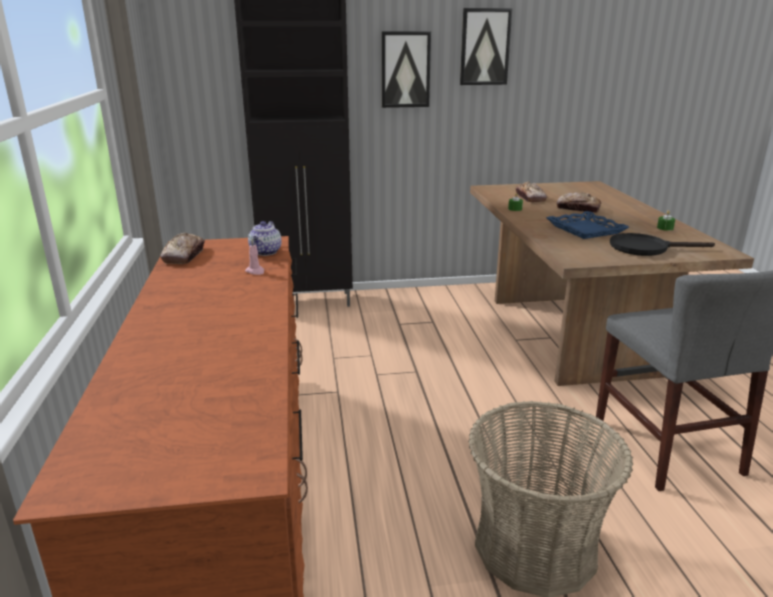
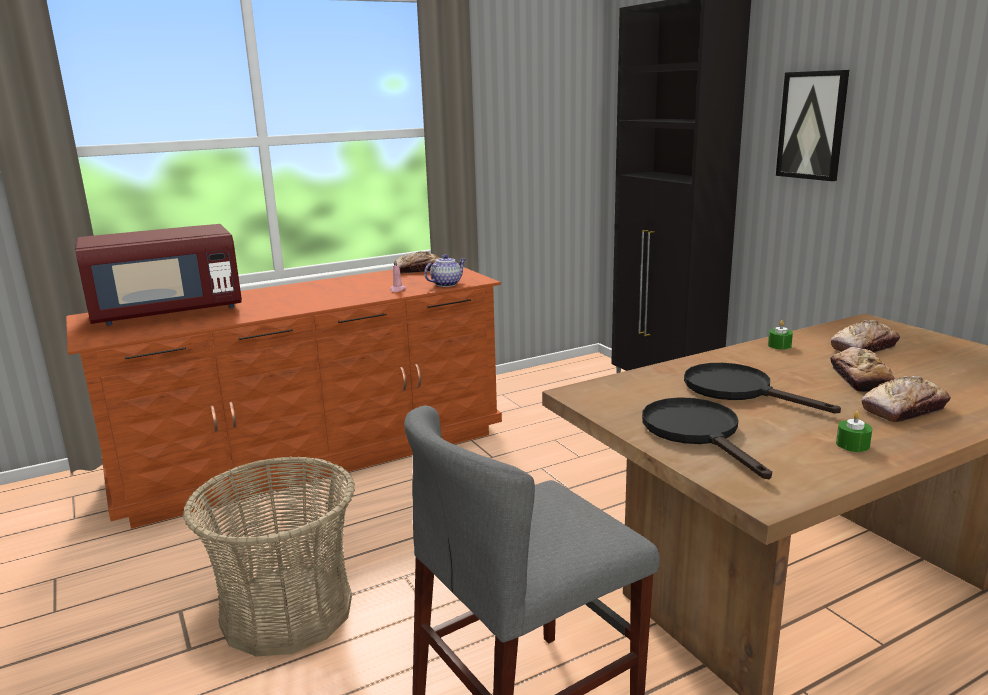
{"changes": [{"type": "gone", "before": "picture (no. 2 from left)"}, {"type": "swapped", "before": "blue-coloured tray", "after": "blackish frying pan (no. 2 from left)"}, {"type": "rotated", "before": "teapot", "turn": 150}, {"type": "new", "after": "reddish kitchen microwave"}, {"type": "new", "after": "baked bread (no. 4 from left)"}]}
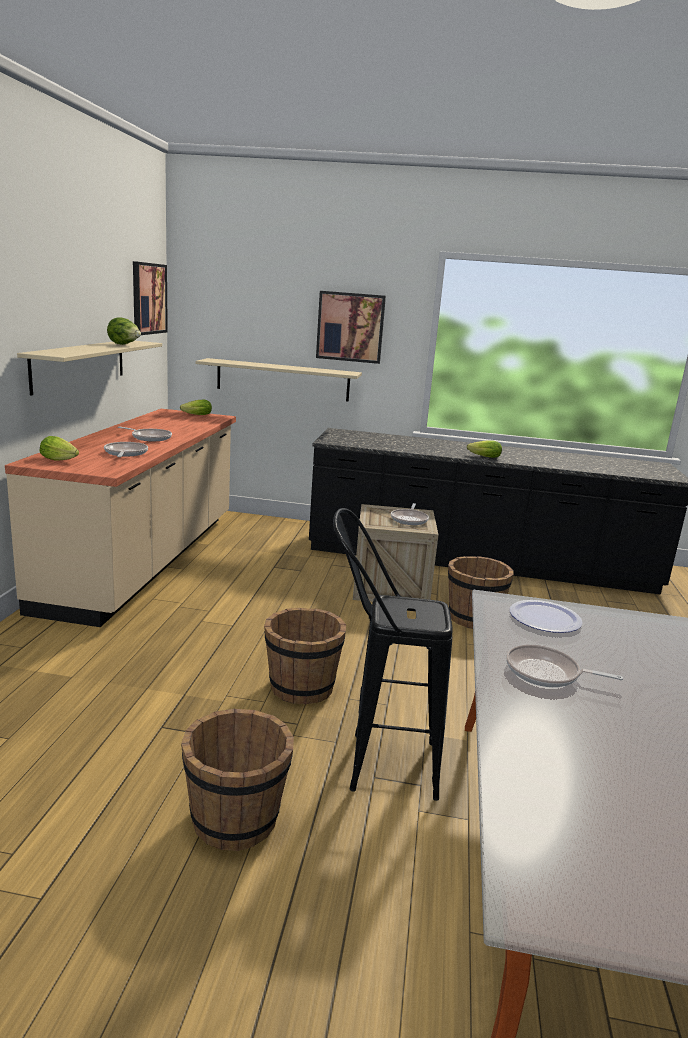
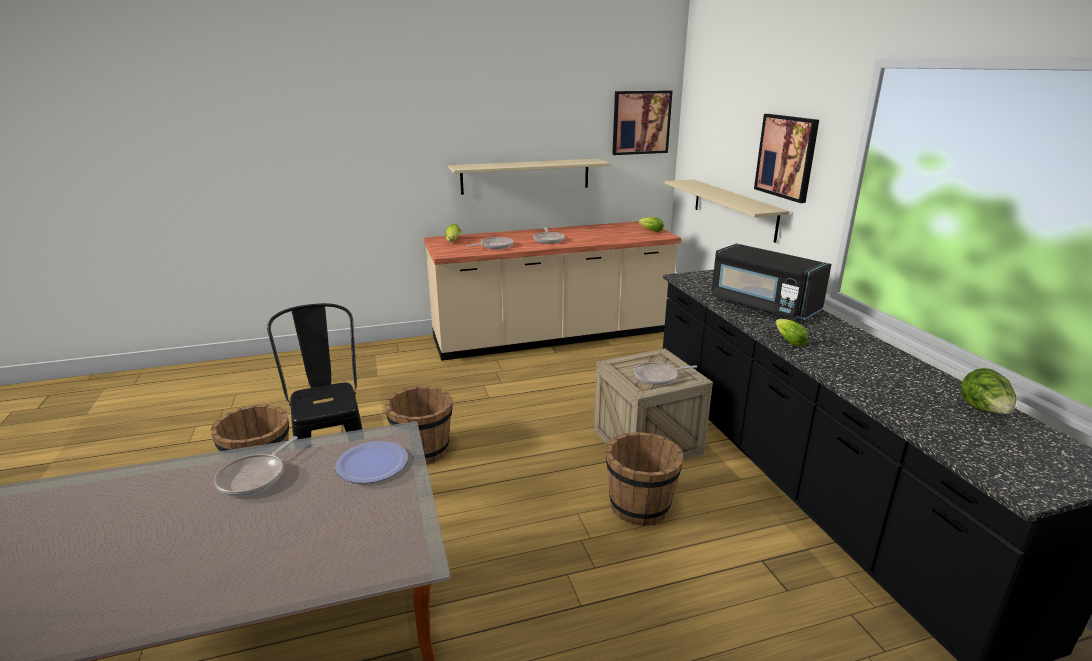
{"changes": [{"type": "shifted", "before": "lettuce head (no. 2 from left in the first image)", "after": "lettuce head (no. 4 from left)"}, {"type": "rotated", "before": "frying pan (no. 4 from left in the first image)", "turn": -150}, {"type": "new", "after": "blackish kitchen microwave"}]}
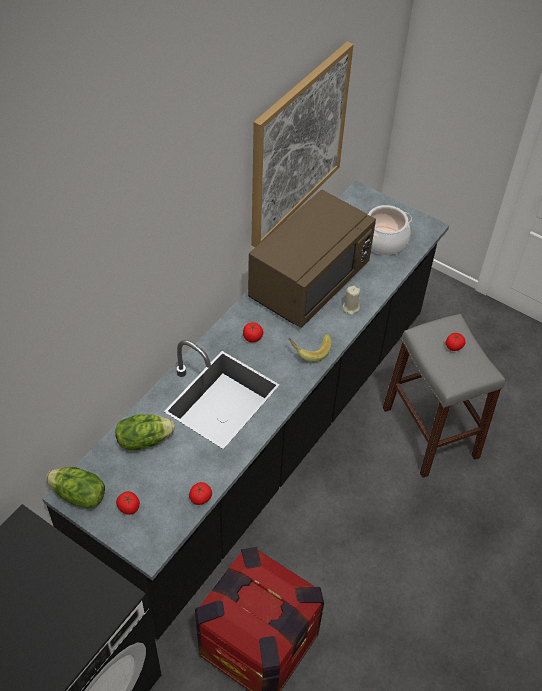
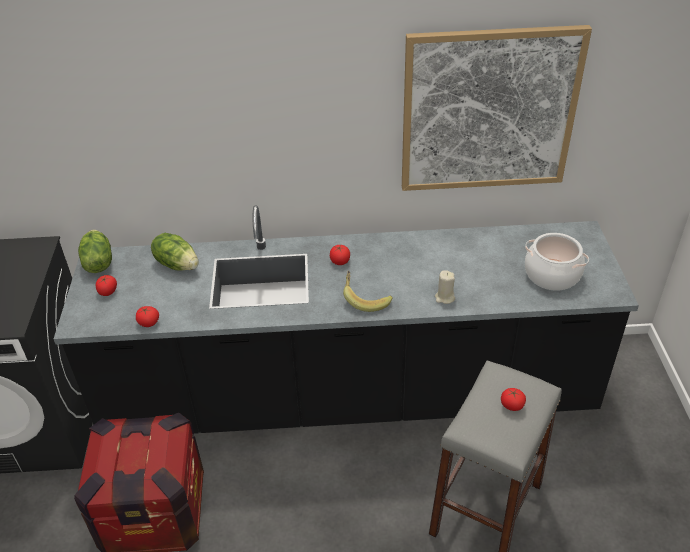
{"changes": [{"type": "gone", "before": "brown kitchen microwave"}]}
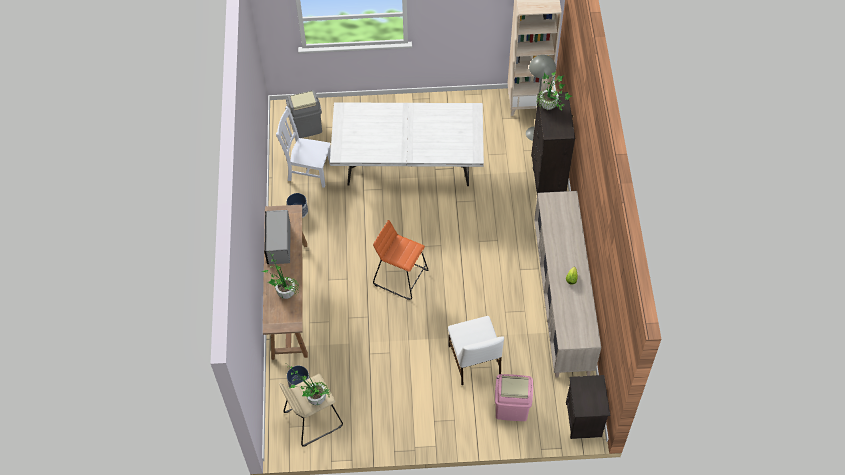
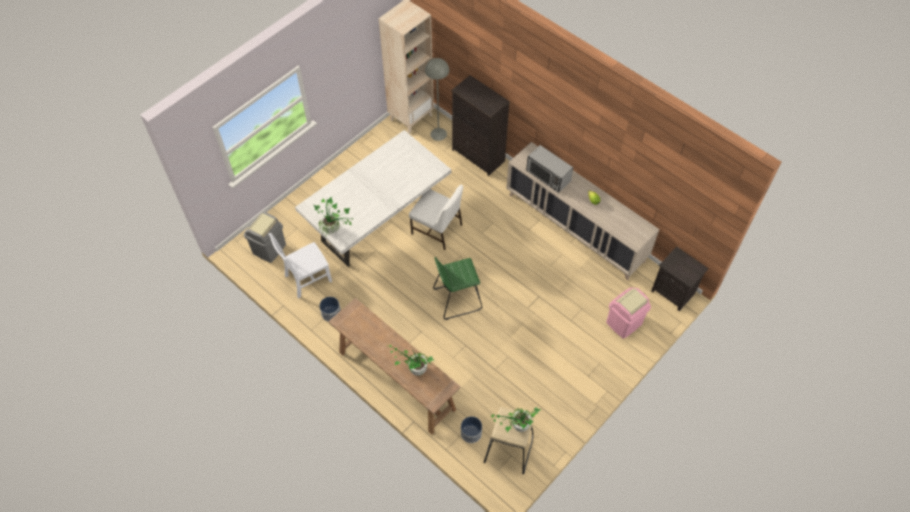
{"changes": [{"type": "shifted", "before": "potted plant (no. 3 from left in the first image)", "after": "potted plant (no. 1 from left)"}, {"type": "shifted", "before": "kitchen microwave"}, {"type": "repainted", "before": "orangey stool", "after": "green stool"}, {"type": "shifted", "before": "whitish chair (no. 2 from left)"}]}
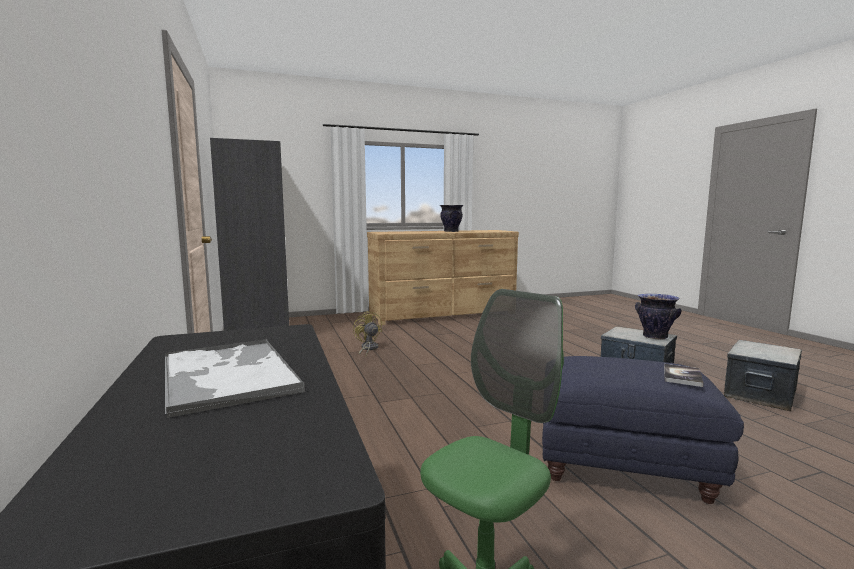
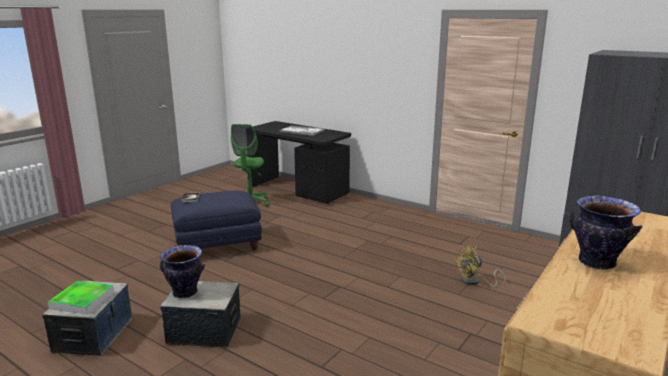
{"changes": [{"type": "rotated", "before": "yellow-coloured cooling fan", "turn": 135}, {"type": "new", "after": "tray (no. 1 from left)"}]}
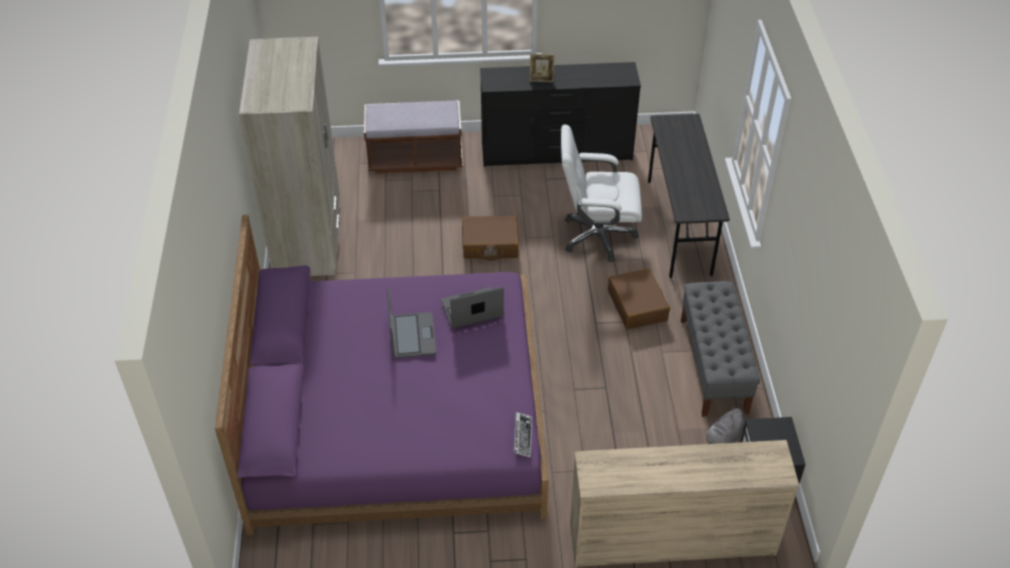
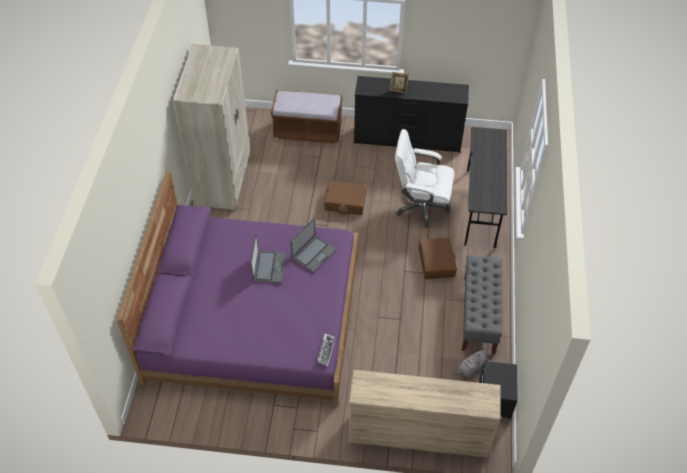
{"changes": [{"type": "rotated", "before": "laptop (no. 2 from left)", "turn": 135}]}
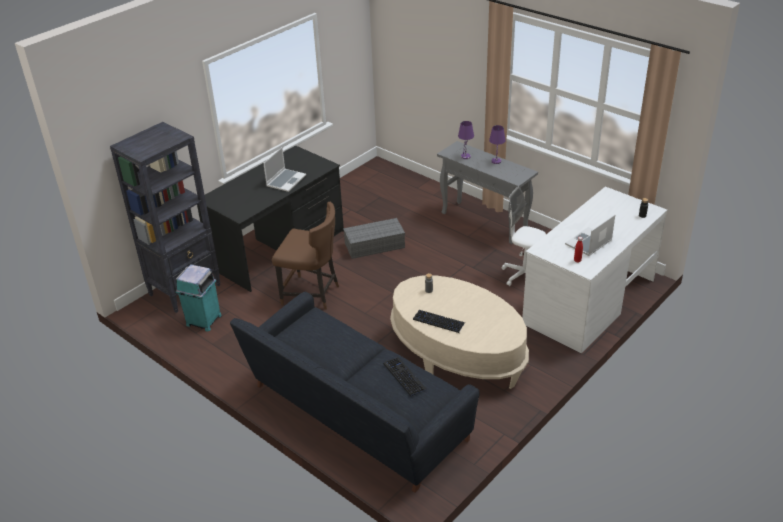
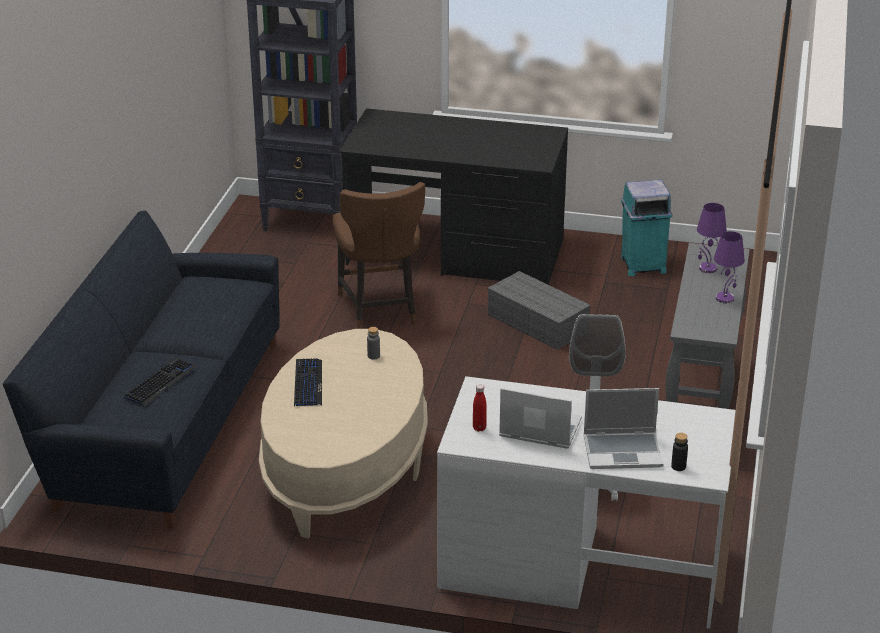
{"changes": [{"type": "shifted", "before": "laptop (no. 1 from left in the first image)", "after": "laptop (no. 2 from left)"}, {"type": "shifted", "before": "blue-green rubbish bin"}]}
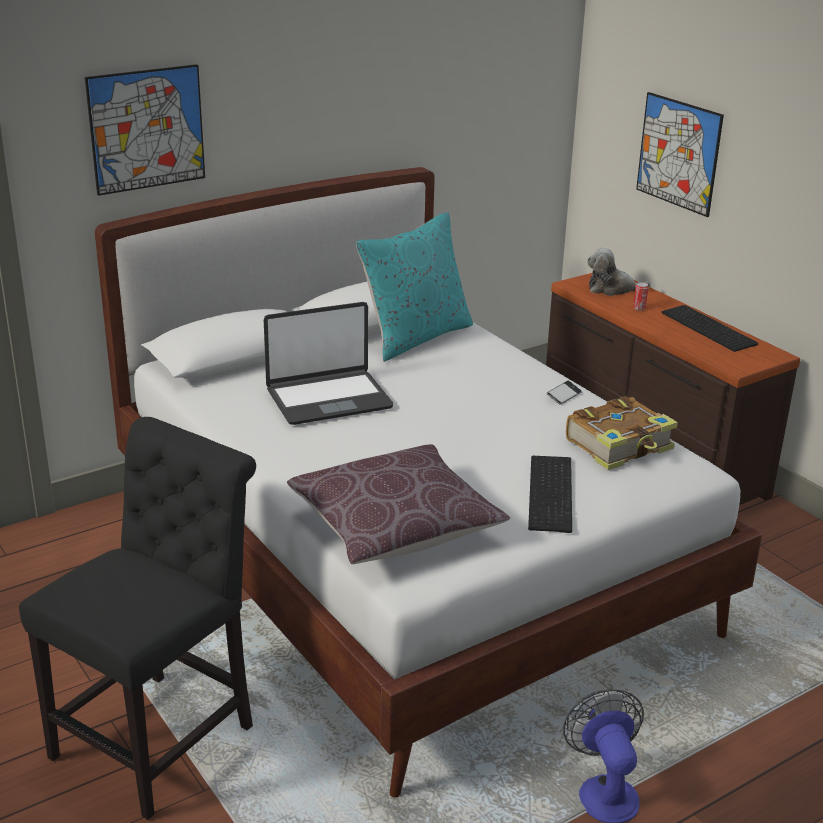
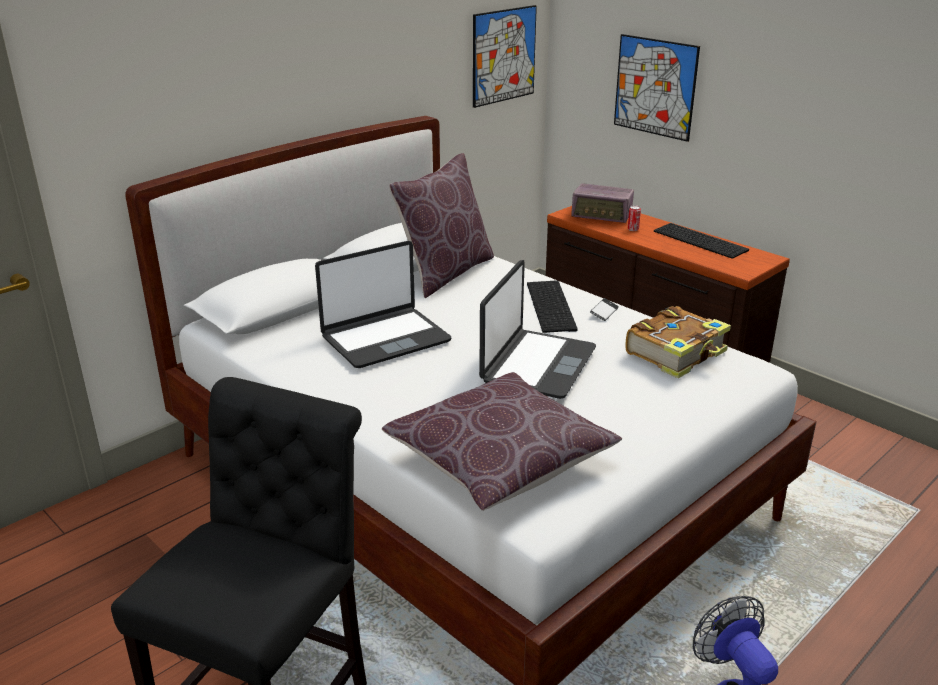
{"changes": [{"type": "shifted", "before": "picture (no. 1 from left)"}, {"type": "repainted", "before": "blue-green pillow", "after": "brown pillow (no. 1 from left)"}, {"type": "swapped", "before": "soft toy", "after": "radio"}, {"type": "shifted", "before": "computer keyboard (no. 1 from left)"}, {"type": "new", "after": "laptop (no. 2 from left)"}]}
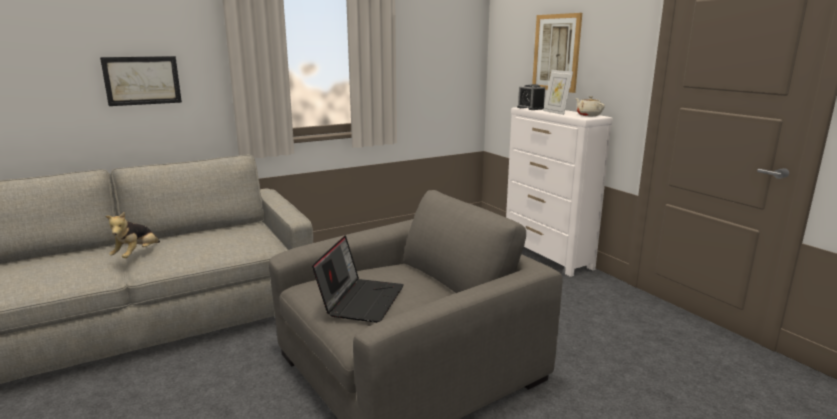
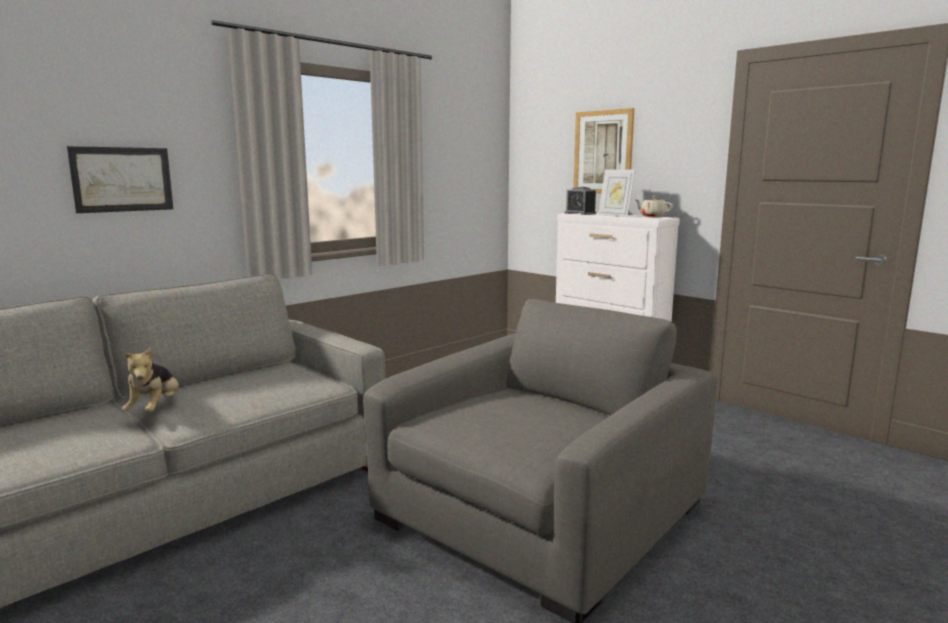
{"changes": [{"type": "gone", "before": "laptop"}]}
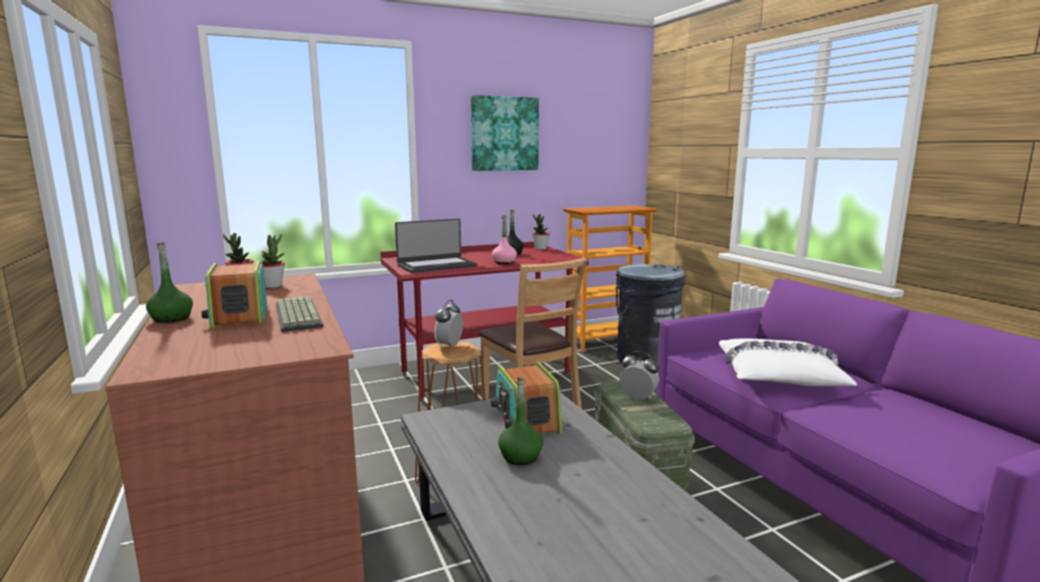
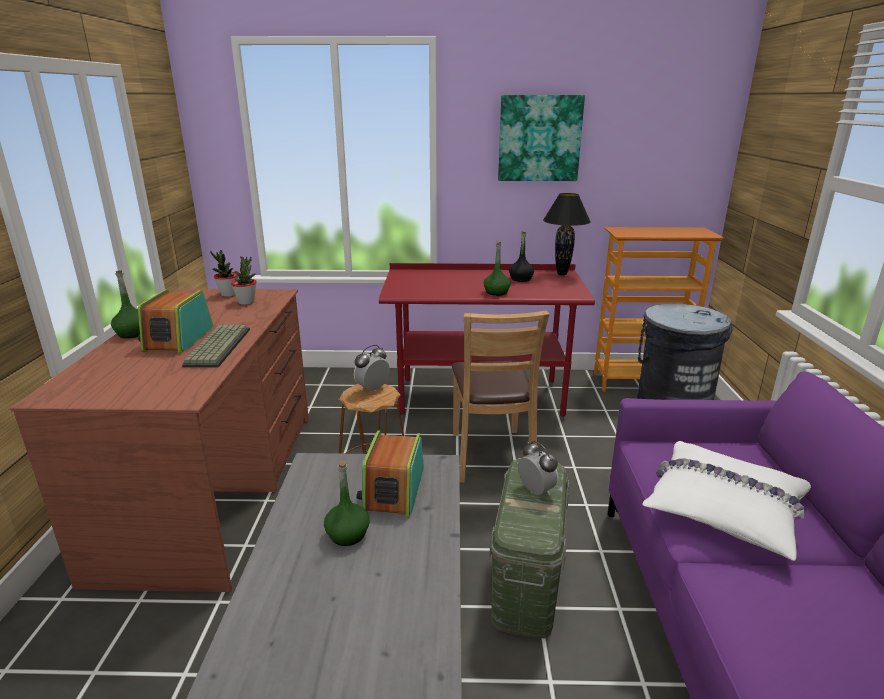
{"changes": [{"type": "swapped", "before": "potted plant (no. 3 from left)", "after": "blackish tabletop lamp"}, {"type": "repainted", "before": "pinkish bottle", "after": "green bottle (no. 3 from left)"}, {"type": "gone", "before": "laptop"}]}
